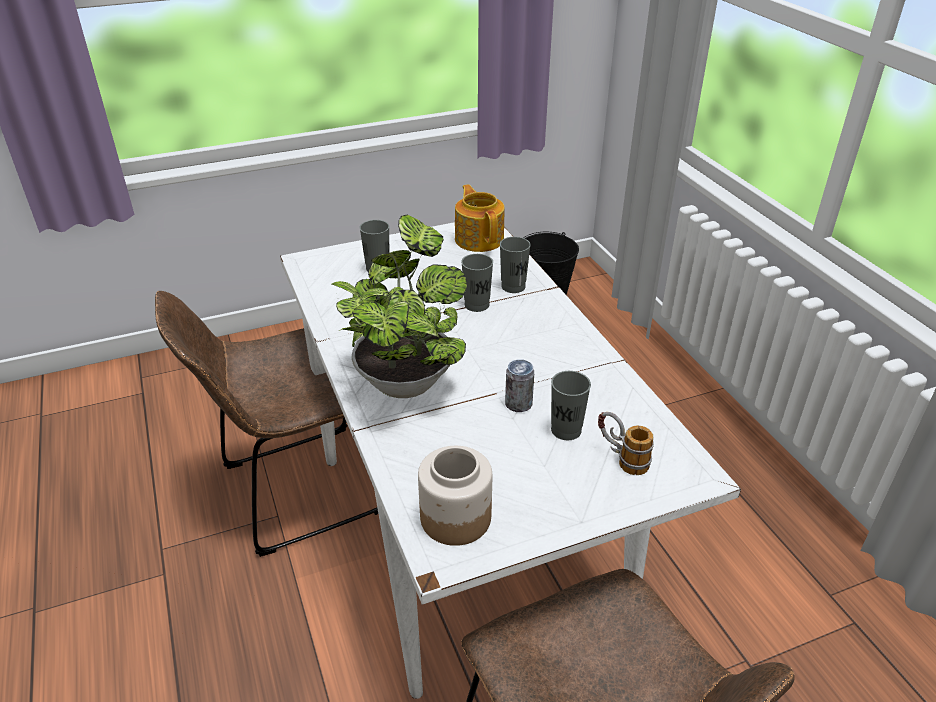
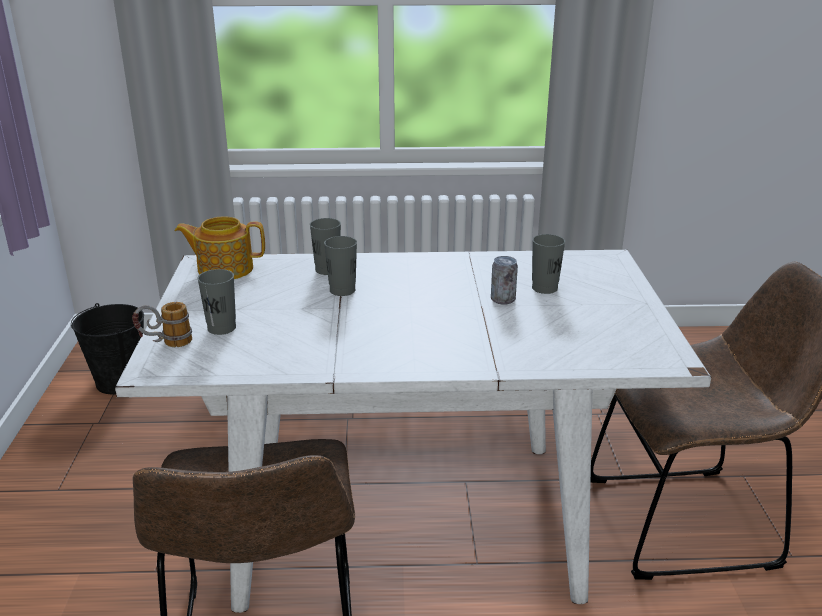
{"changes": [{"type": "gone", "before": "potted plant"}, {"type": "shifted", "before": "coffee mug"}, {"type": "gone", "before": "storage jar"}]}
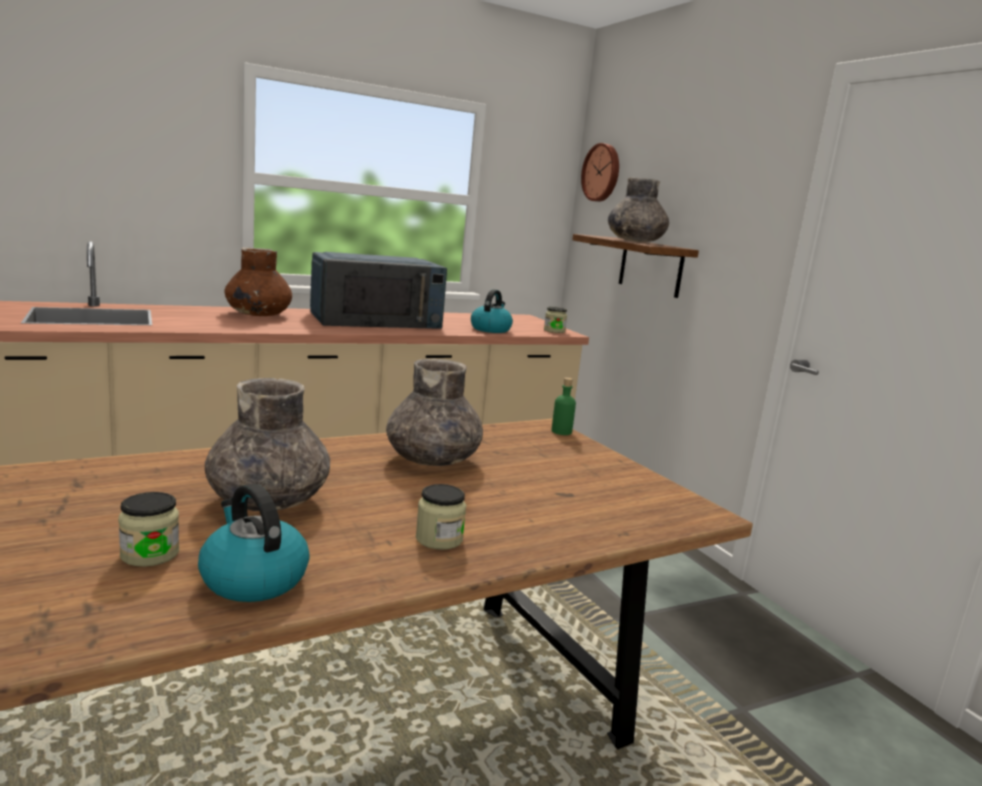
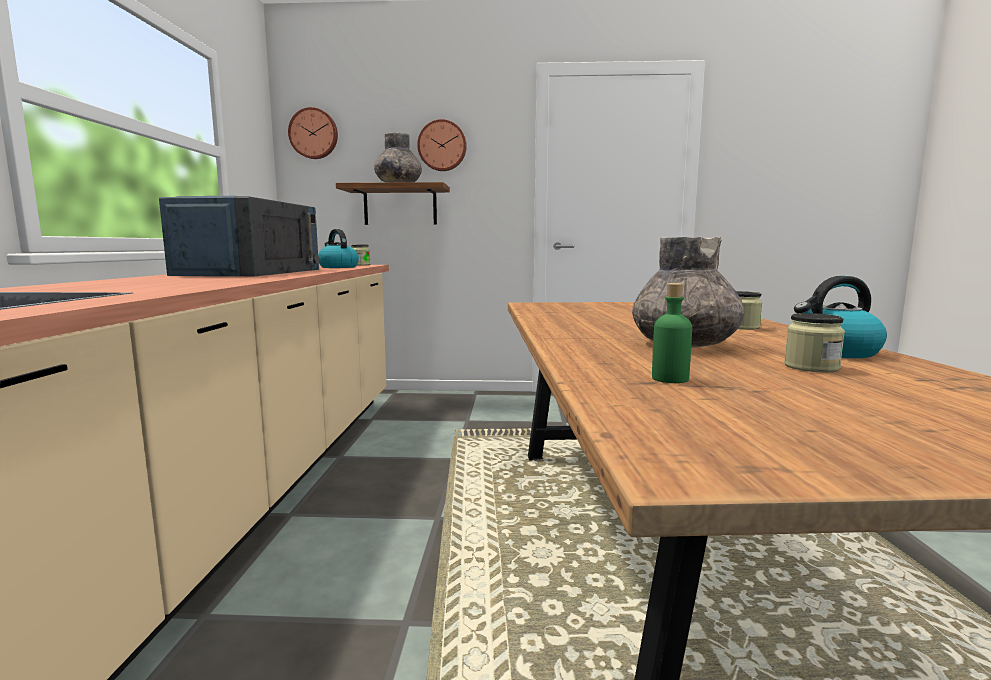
{"changes": [{"type": "gone", "before": "brown decorative vase"}, {"type": "gone", "before": "gray decorative vase (no. 2 from left)"}, {"type": "shifted", "before": "green bottle"}, {"type": "new", "after": "clock on the wall (no. 2 from left)"}]}
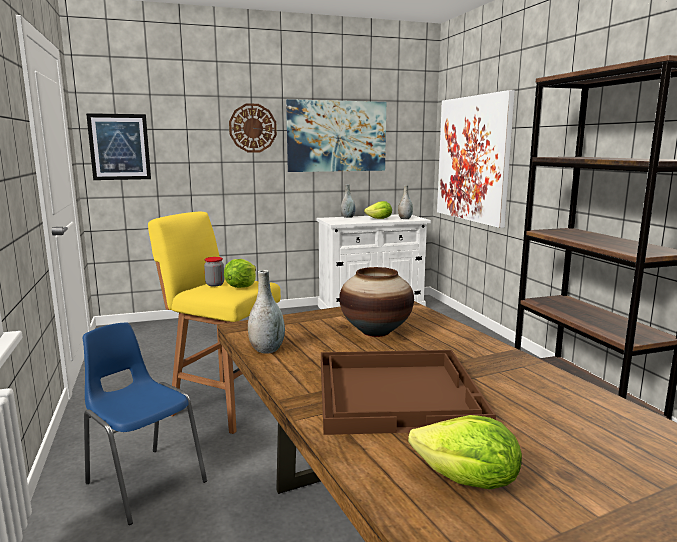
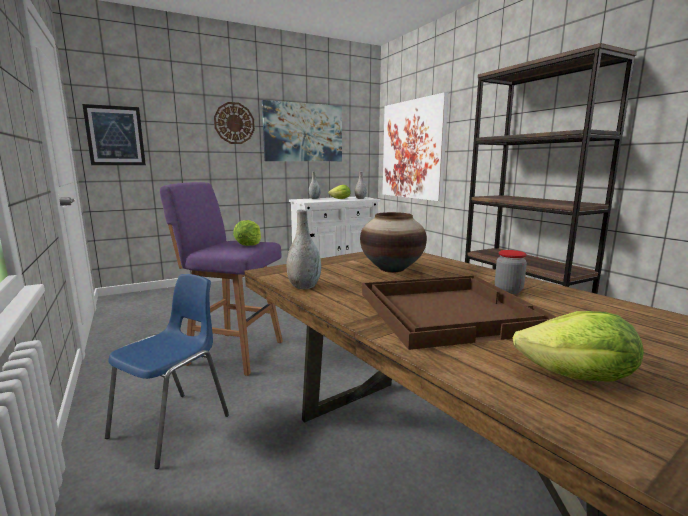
{"changes": [{"type": "repainted", "before": "yellow-coloured stool", "after": "purple stool"}, {"type": "shifted", "before": "storage jar"}, {"type": "rotated", "before": "blue-coloured chair", "turn": 90}]}
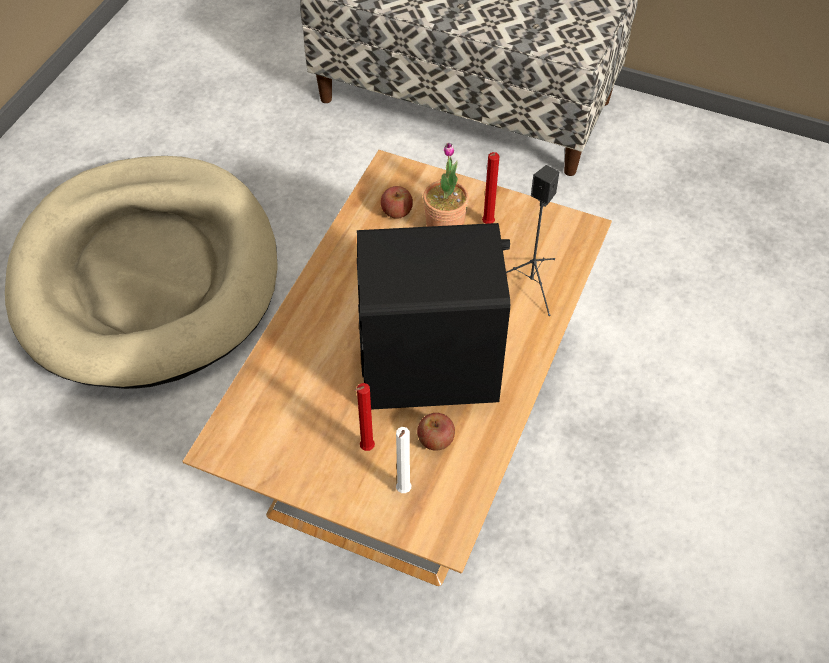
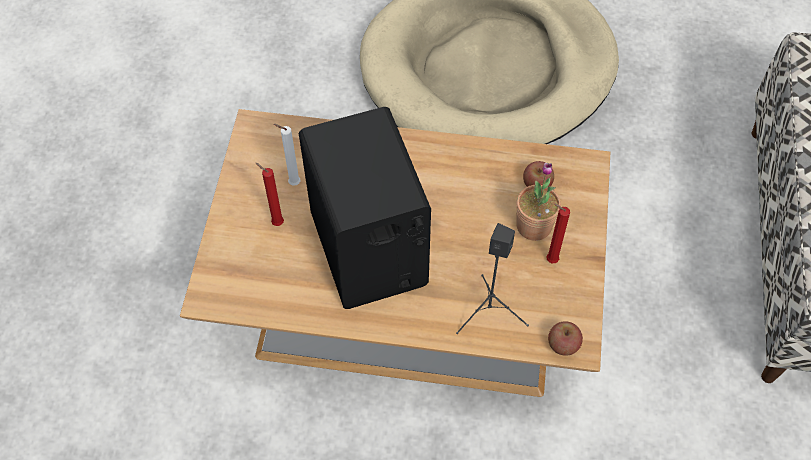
{"changes": [{"type": "shifted", "before": "whole apple (no. 2 from left)"}, {"type": "shifted", "before": "whitish wax light"}]}
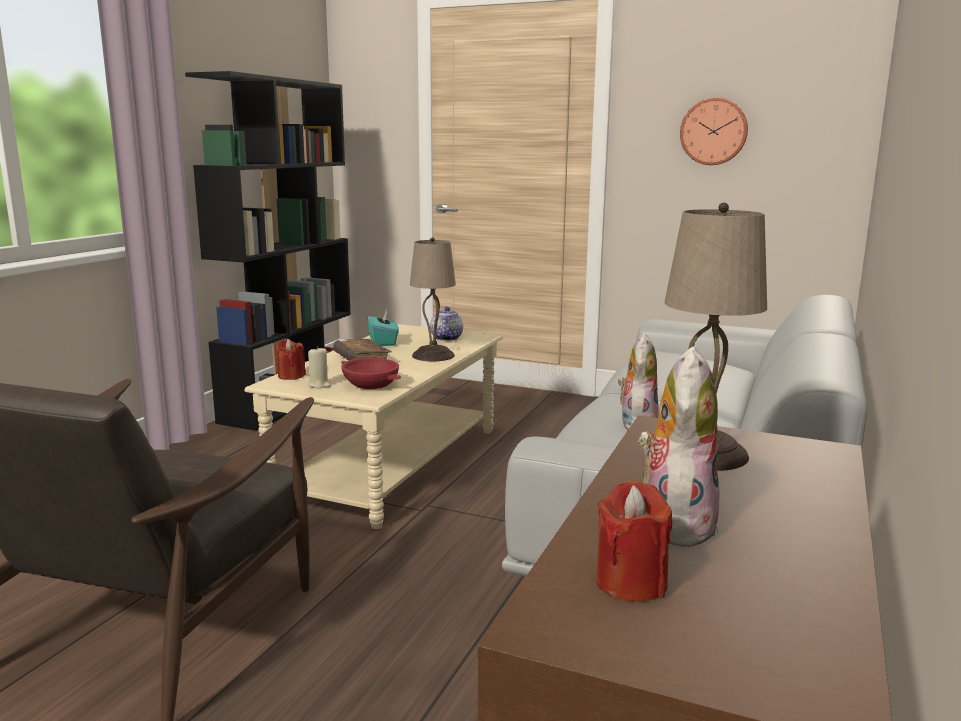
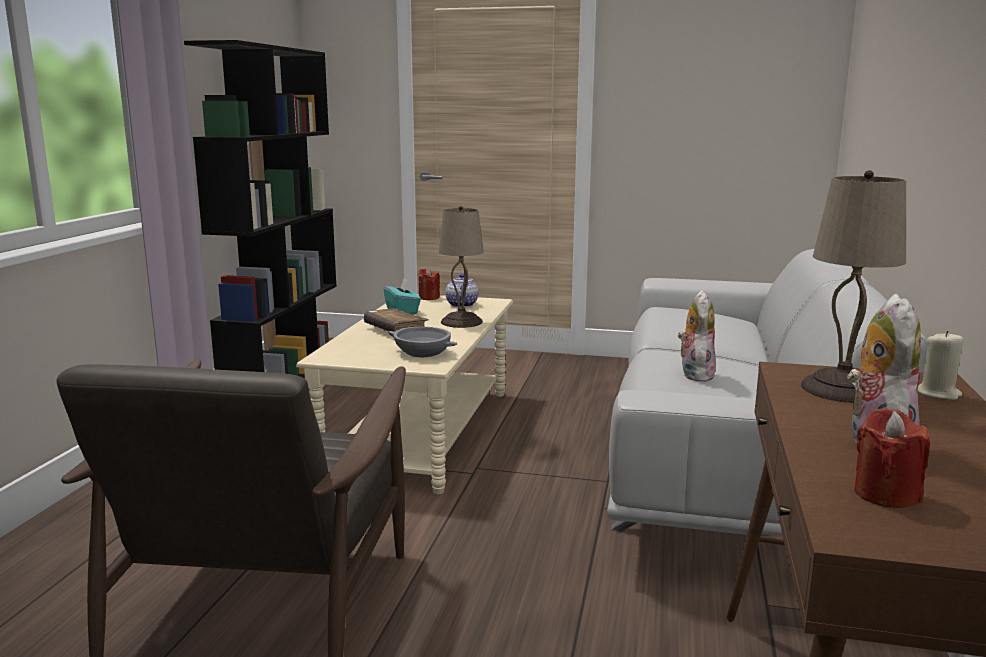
{"changes": [{"type": "gone", "before": "clock on the wall"}, {"type": "shifted", "before": "reddish wax light (no. 1 from left)"}, {"type": "shifted", "before": "beige wax light"}, {"type": "repainted", "before": "reddish deep dish", "after": "gray deep dish"}]}
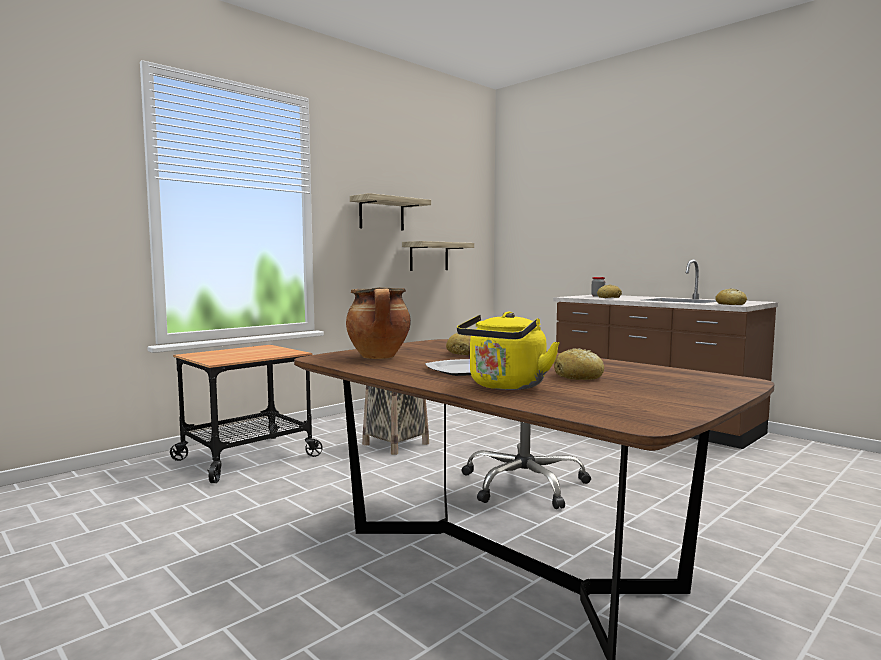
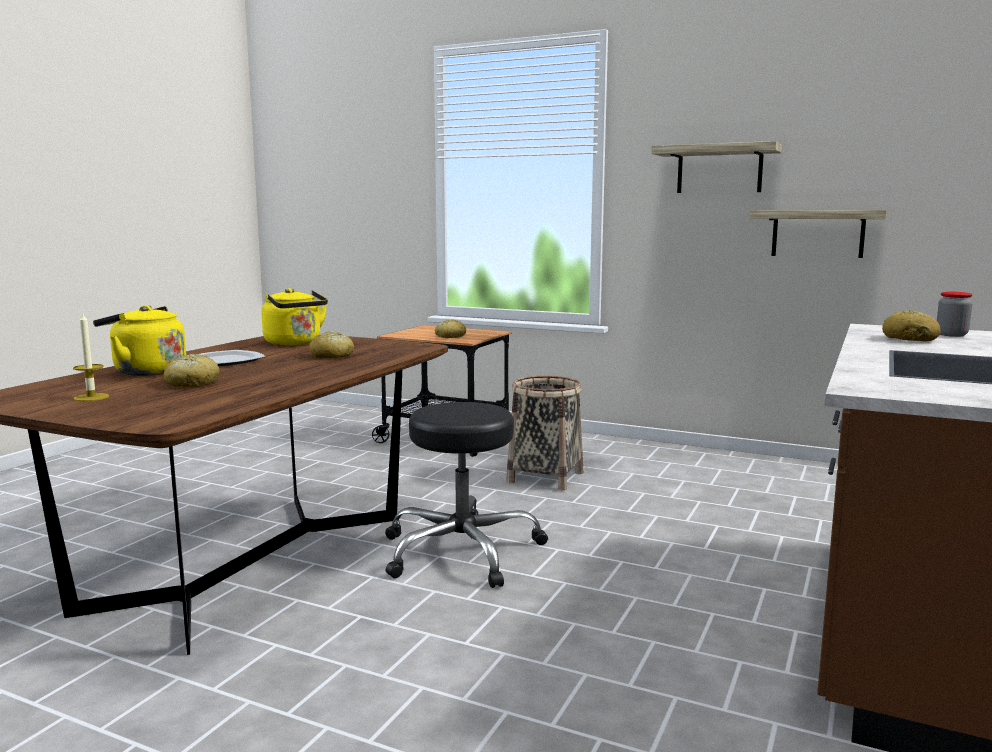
{"changes": [{"type": "swapped", "before": "stockpot", "after": "yellow-coloured tea kettle (no. 2 from left)"}, {"type": "shifted", "before": "baked bread (no. 4 from left in the first image)", "after": "baked bread (no. 3 from left)"}, {"type": "new", "after": "wax light"}]}
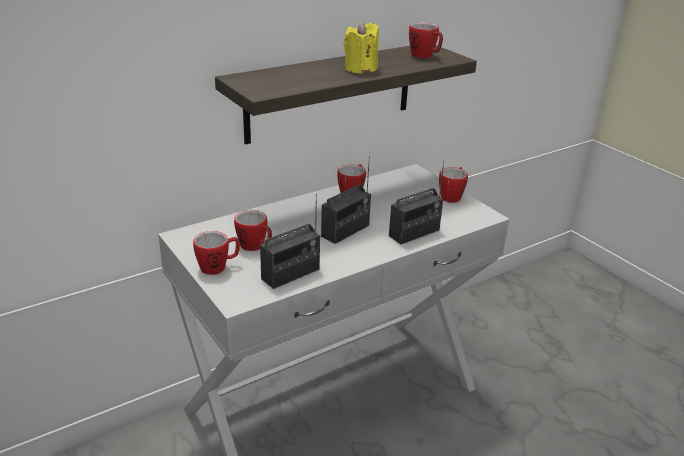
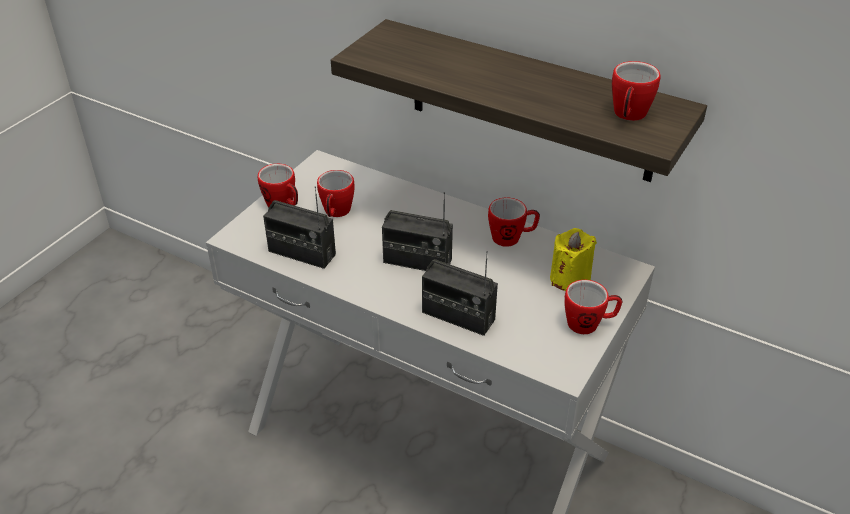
{"changes": [{"type": "shifted", "before": "yellow-coloured wax light"}]}
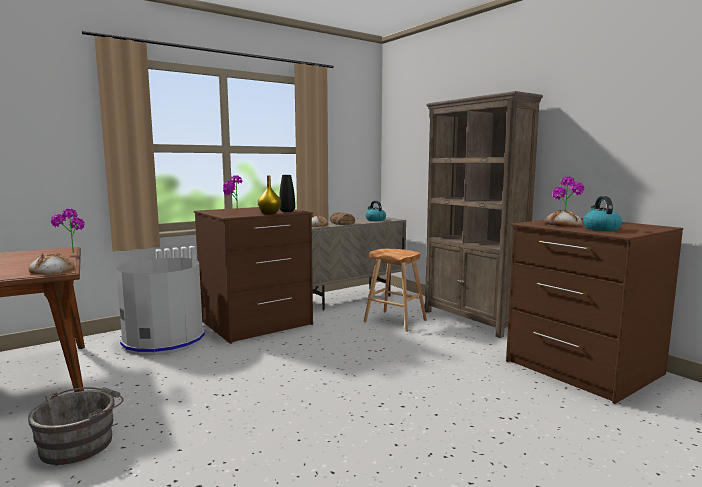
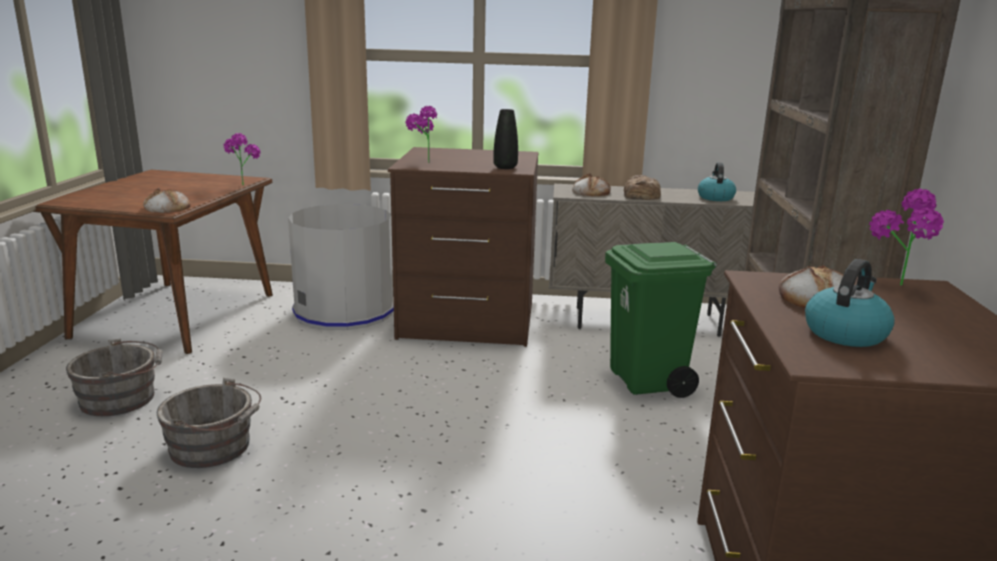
{"changes": [{"type": "gone", "before": "yellow-coloured decorative vase"}, {"type": "swapped", "before": "brown stool", "after": "green rubbish bin"}, {"type": "new", "after": "gray pail (no. 2 from left)"}]}
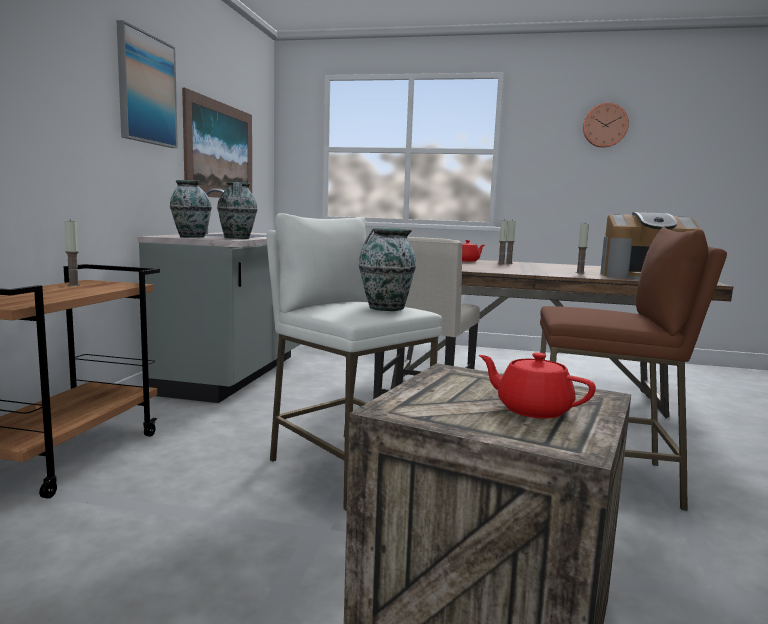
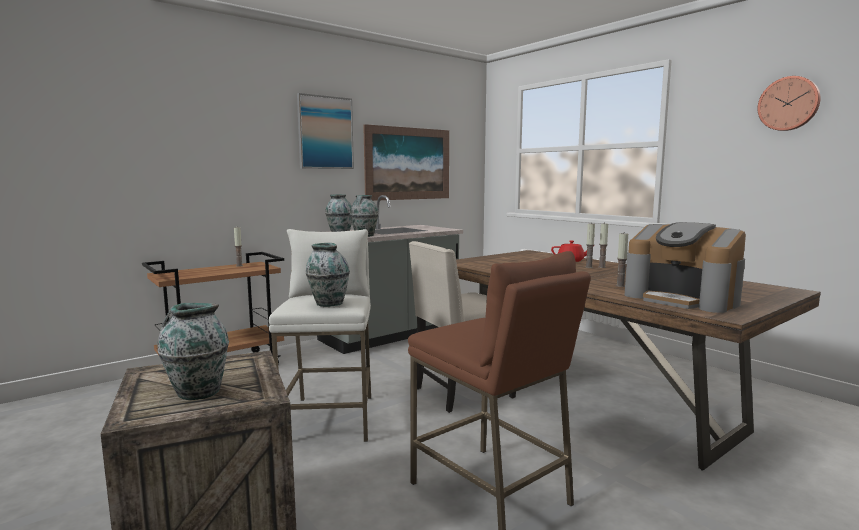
{"changes": [{"type": "swapped", "before": "reddish teapot (no. 2 from left)", "after": "decorative vase (no. 1 from left)"}]}
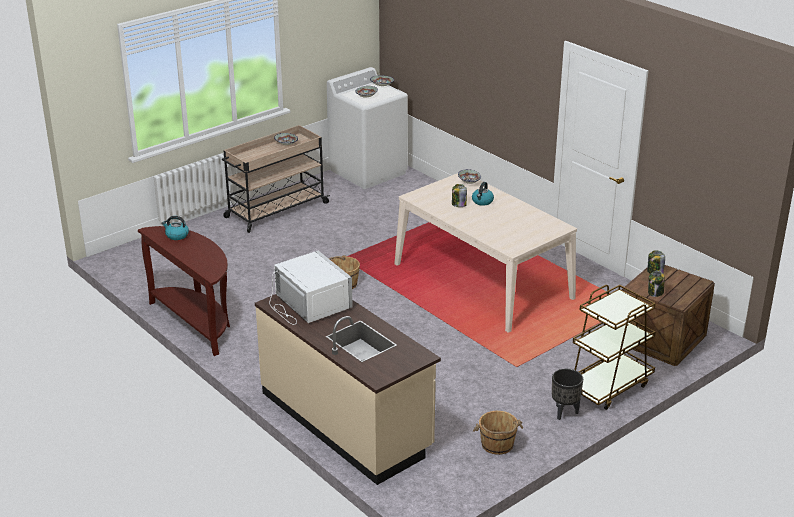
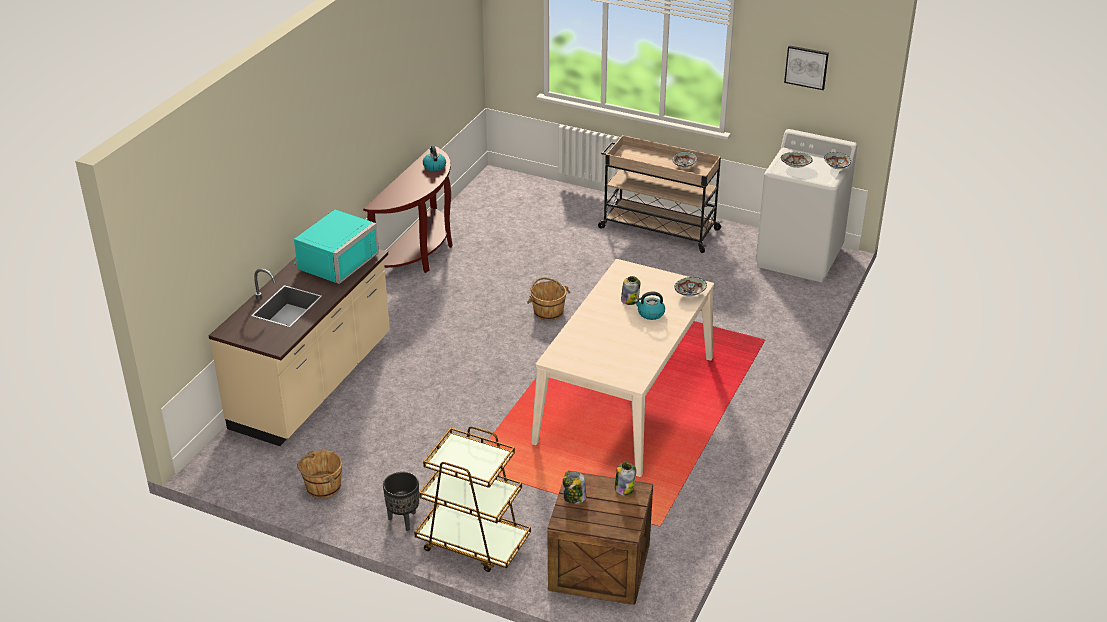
{"changes": [{"type": "repainted", "before": "whitish kitchen microwave", "after": "blue-green kitchen microwave"}, {"type": "new", "after": "picture"}]}
